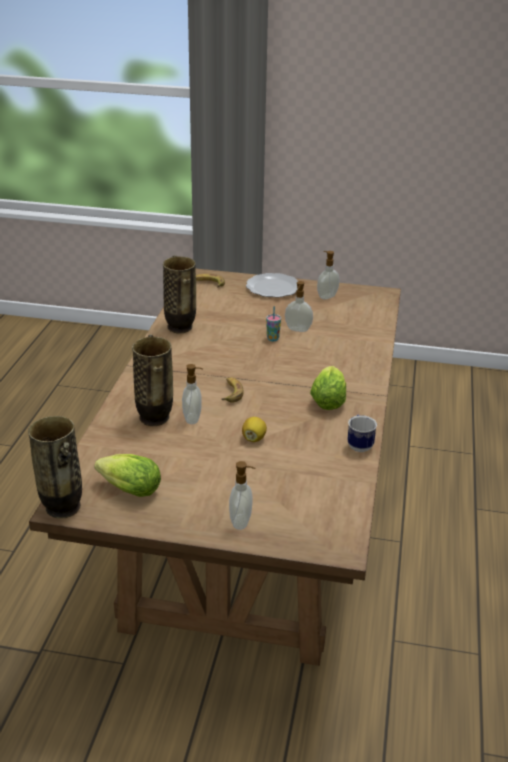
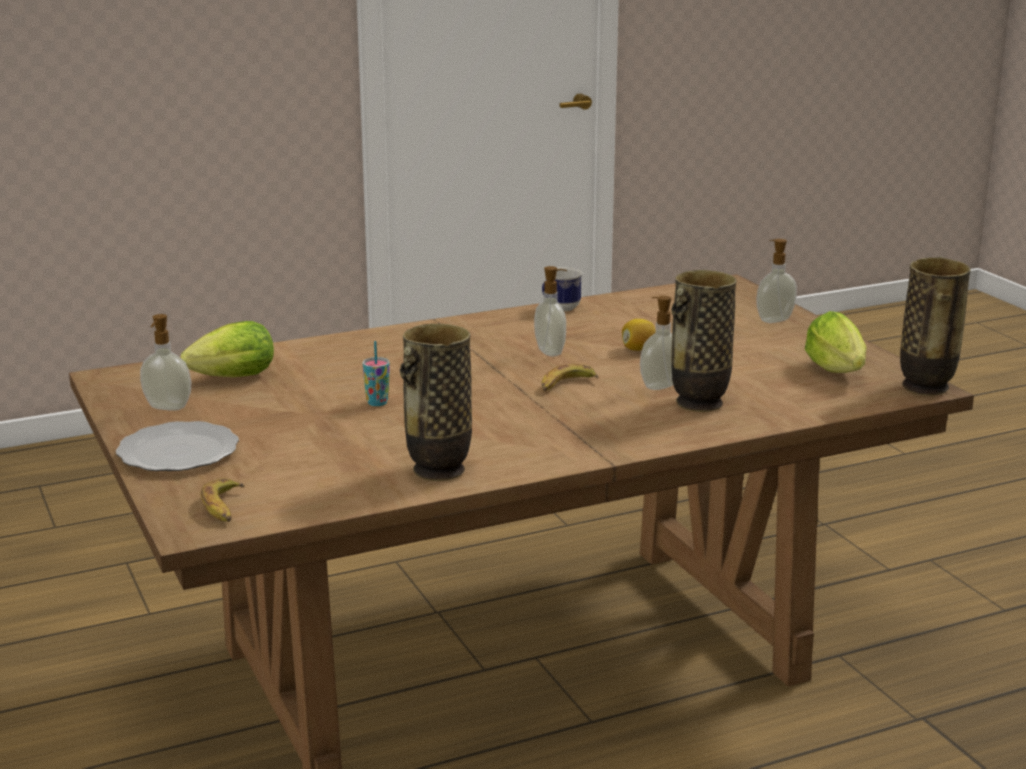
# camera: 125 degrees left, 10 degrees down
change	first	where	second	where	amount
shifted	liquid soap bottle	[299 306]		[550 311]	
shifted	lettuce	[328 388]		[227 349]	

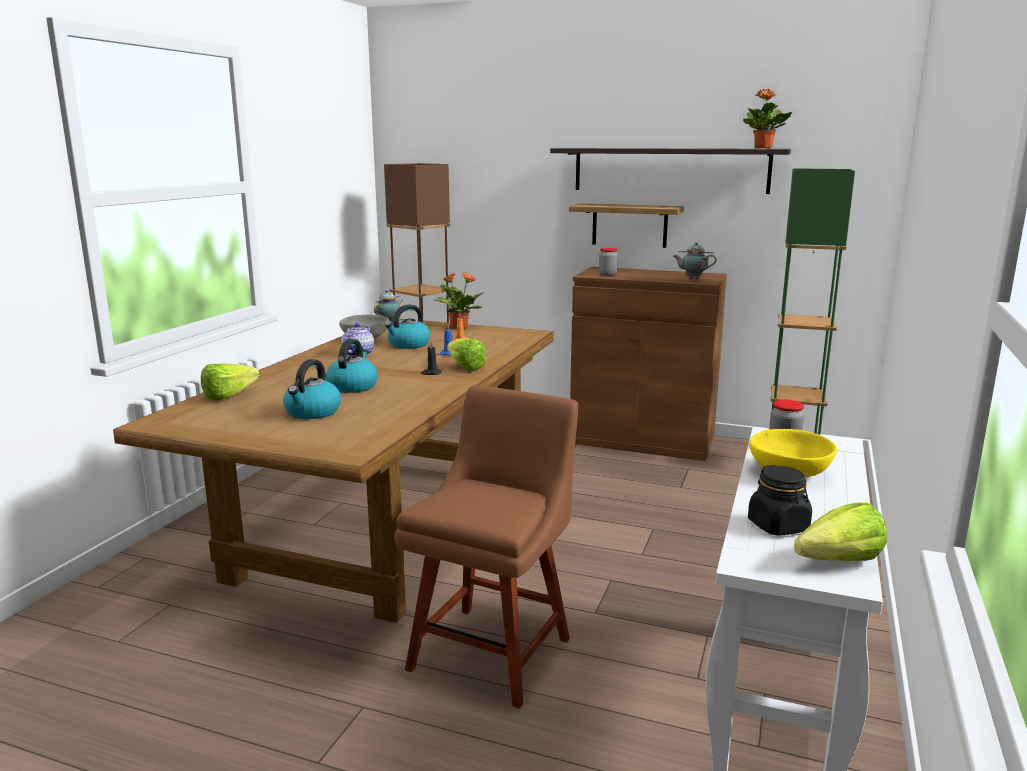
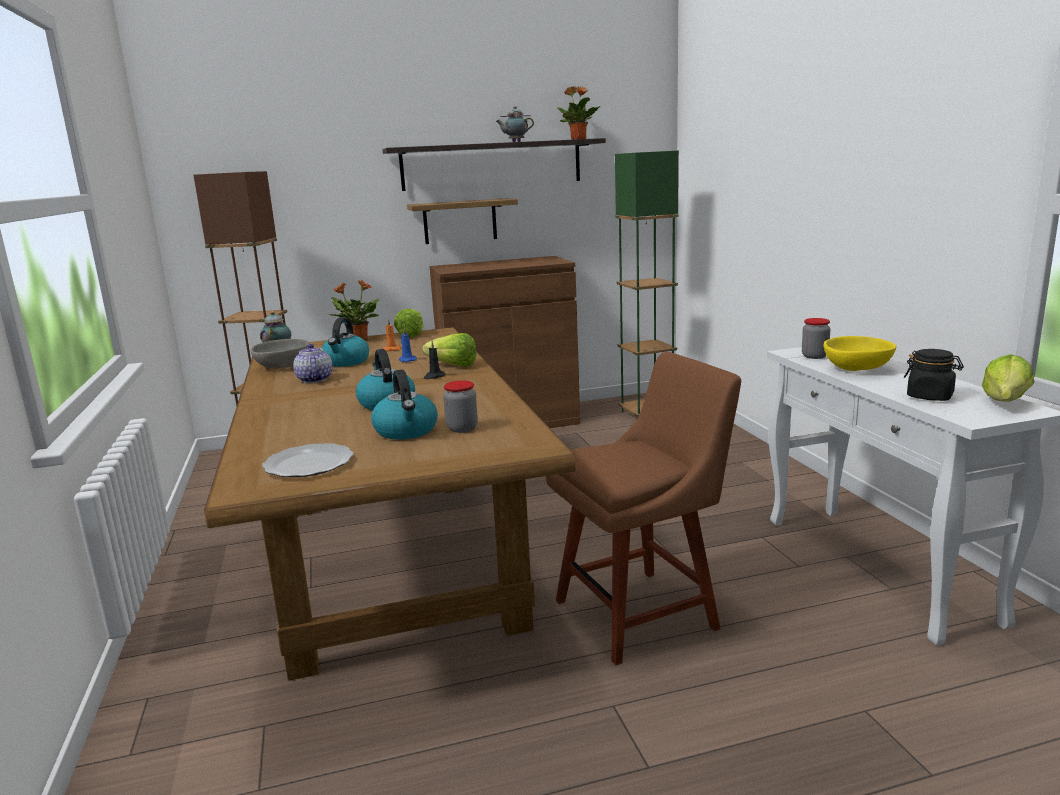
# camera: 35 degrees left, 0 degrees up
change	first	where	second	where	amount
shifted	teapot	[695 260]		[515 124]	
shifted	storage jar	[608 262]		[460 406]	
shifted	lettuce	[230 382]		[408 323]	
rotated	chair (brown)	[486 547]		[643 508]	75 degrees clockwise
new			plate	[307 460]	

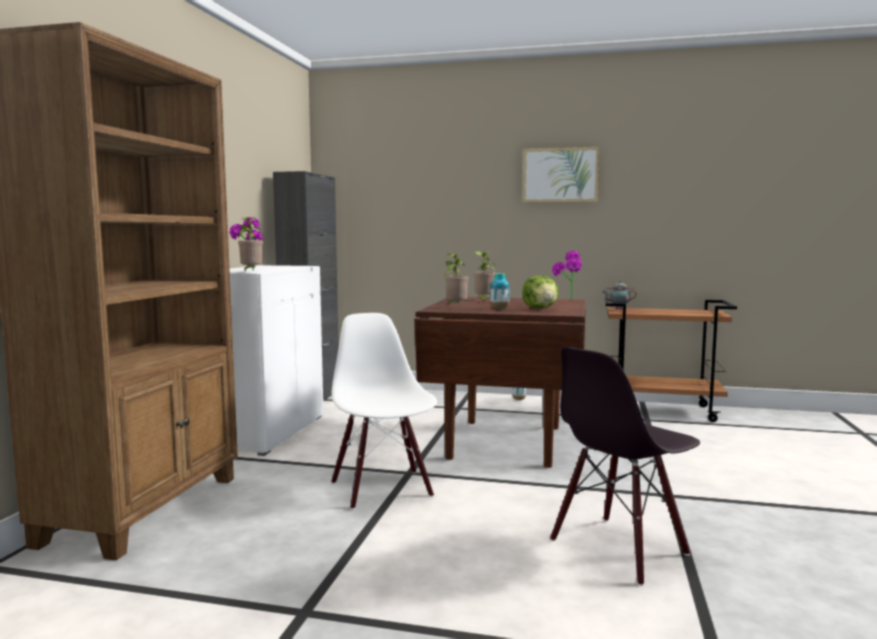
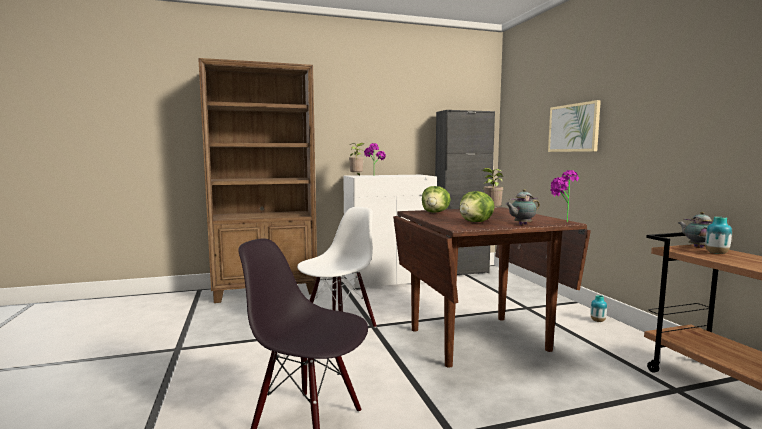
# camera: 60 degrees right, 0 degrees up
change	first	where	second	where	amount
shifted	wall picture	[561 175]		[574 126]	
swapped	plant in a pot	[456 279]	lettuce	[436 199]	
shifted	vase	[500 291]		[718 235]	
new			teapot	[523 207]	

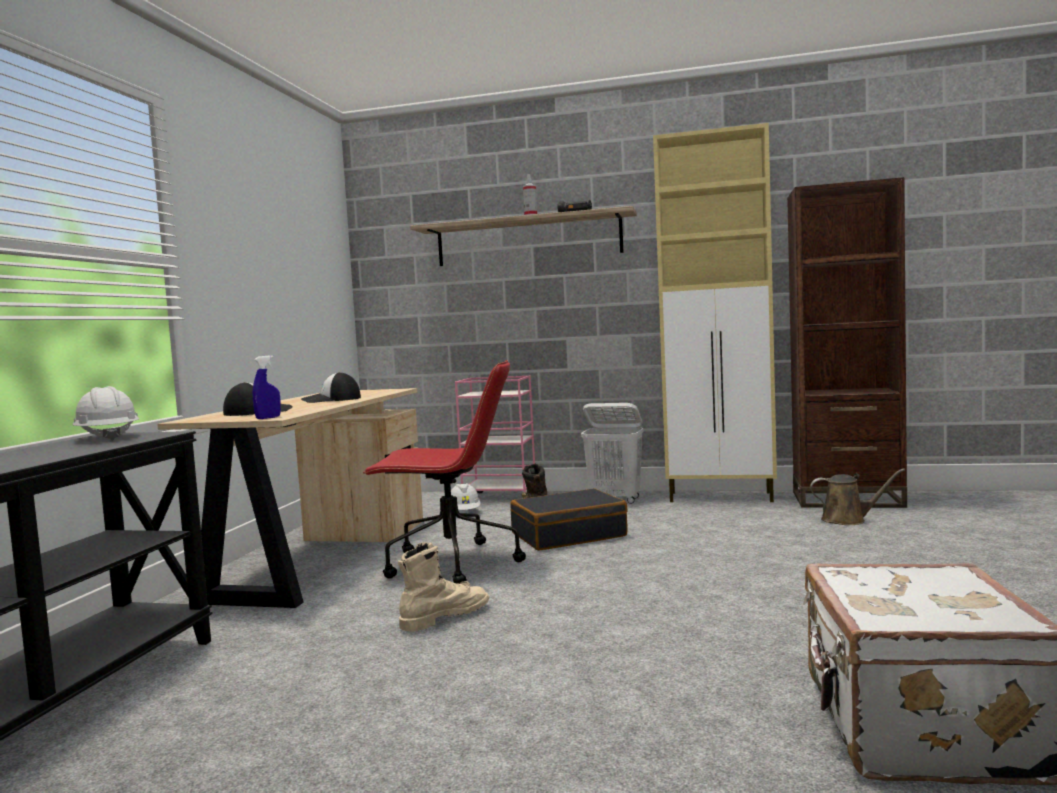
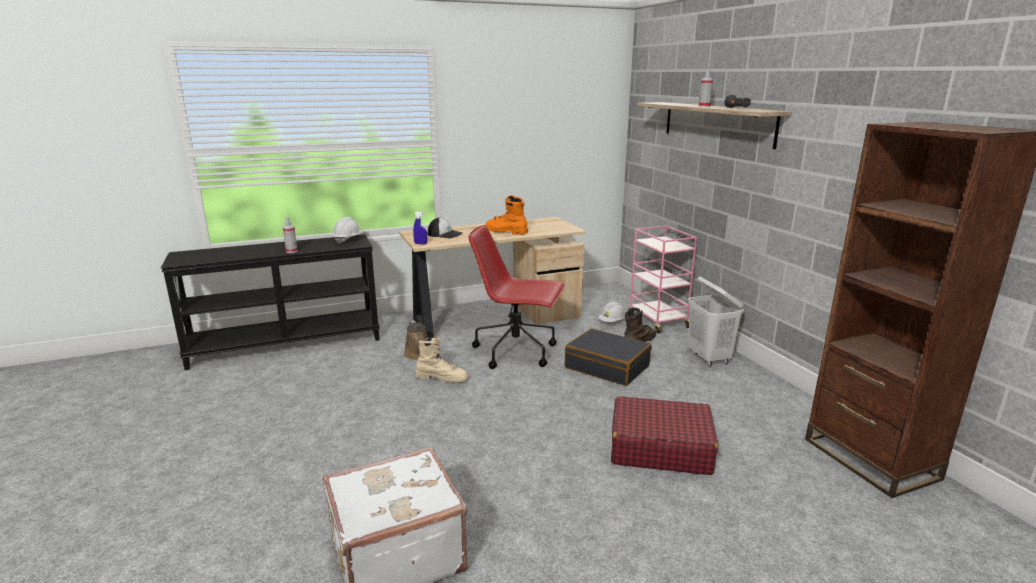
# camera: 55 degrees right, 15 degrees up
change	first	where	second	where	amount
gone	cupboard (beige-coloured)	[715 312]			
rotated	computer chair (reddish)	[444 472]		[517 297]	135 degrees clockwise
swapped	cap	[331 387]	tall boot (orangey)	[506 215]	
shifted	watering can (brown)	[857 496]		[416 339]	
new			spray bottle	[290 235]	
new			travel case (reddish)	[664 435]	

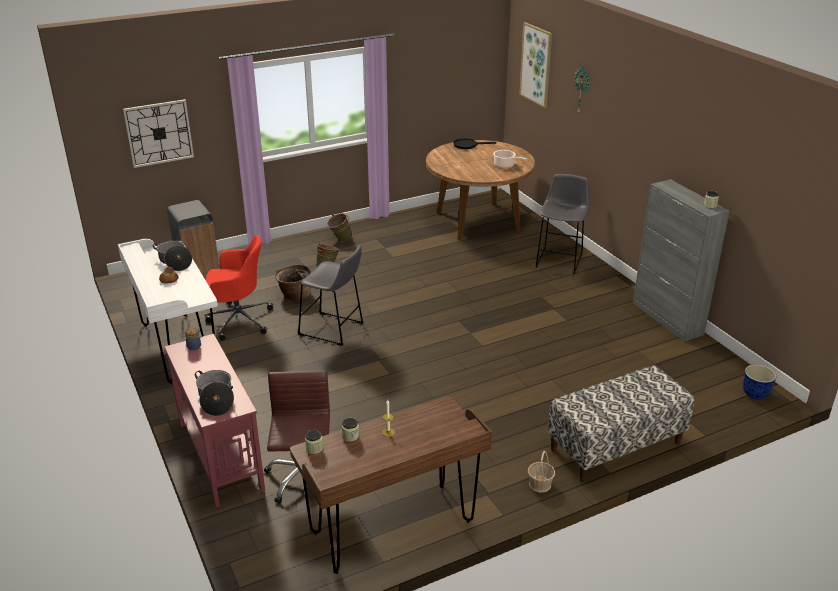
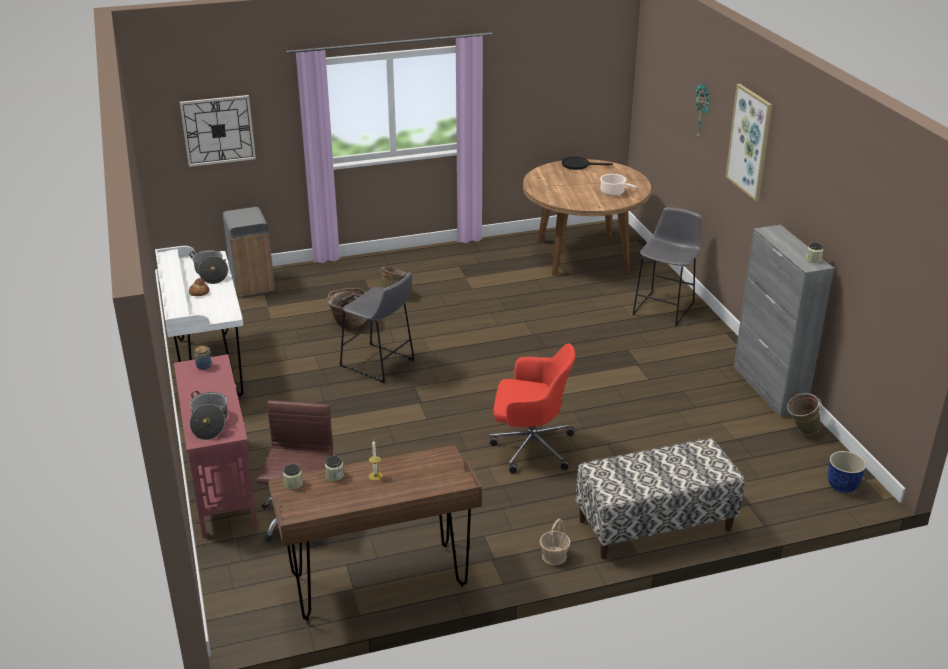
# camera: 10 degrees right, 0 degrees up
change	first	where	second	where	amount
shifted	wall picture	[535 65]		[749 142]	
shifted	water bucket (greenish)	[340 227]		[804 414]	
shifted	computer chair (reddish)	[239 288]		[533 409]	

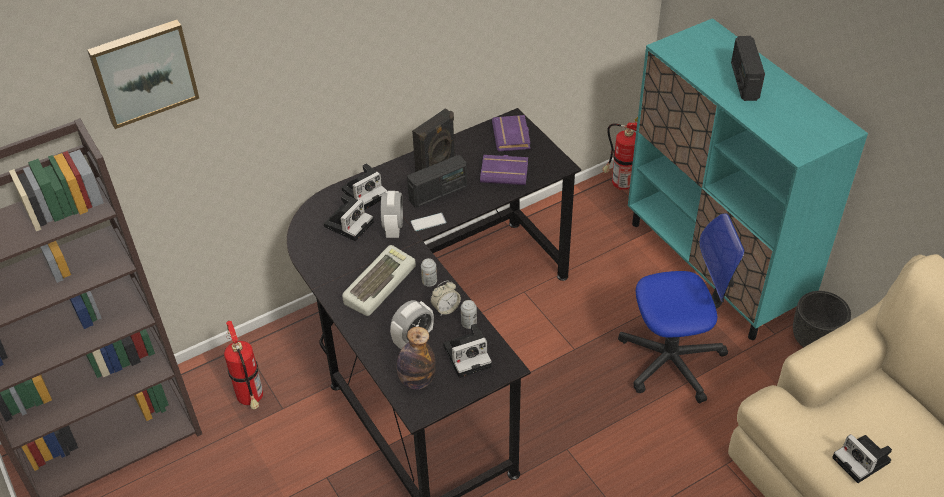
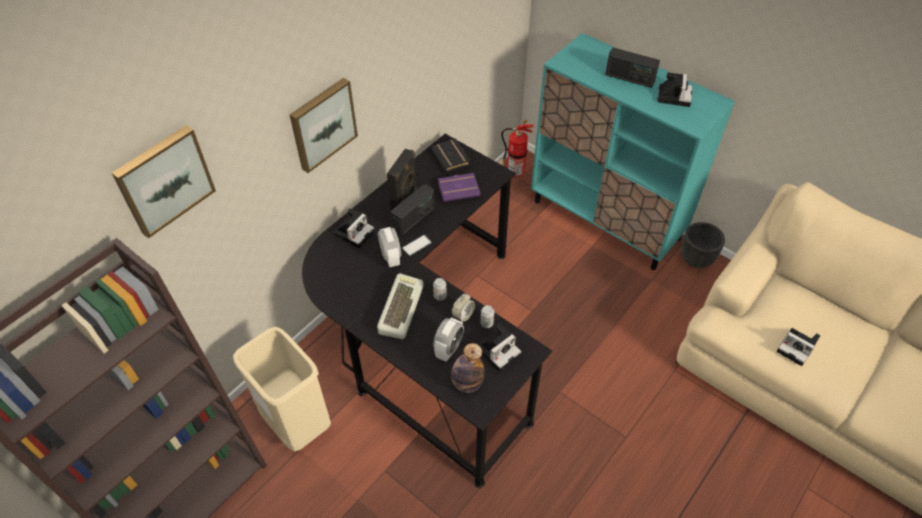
# camera: 20 degrees left, 5 degrees up
change	first	where	second	where	amount
rotated	radio	[748 68]		[632 68]	45 degrees counterclockwise
repainted	book (purplish)	[511 133]	book (blackish)	[450 155]	
shifted	still camera	[349 217]		[675 90]	
gone	computer chair	[681 308]			
swapped	fire-fighting cylinder	[243 365]	rubbish bin (beige-coloured)	[282 389]	
new			wall picture	[324 125]	

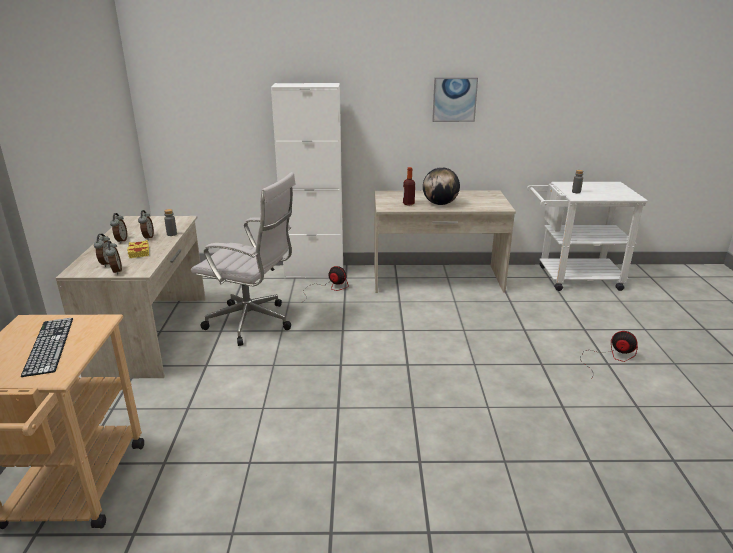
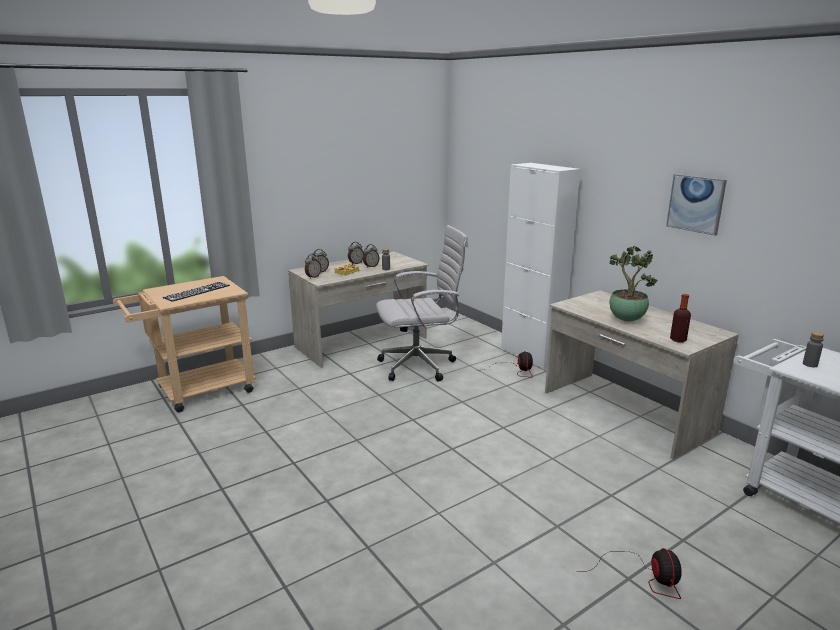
# camera: 55 degrees right, 5 degrees down
change	first	where	second	where	amount
shifted	bottle	[409 186]		[680 318]	
swapped	world globe	[441 186]	plant in a pot	[634 283]	
rotated	computer chair (white)	[243 259]		[422 303]	90 degrees counterclockwise

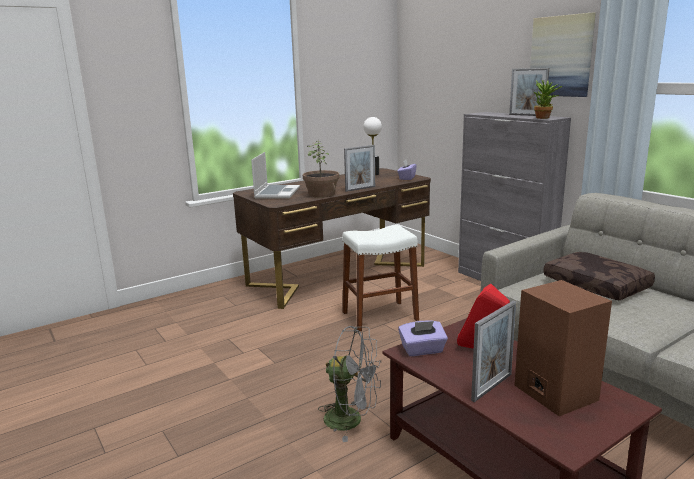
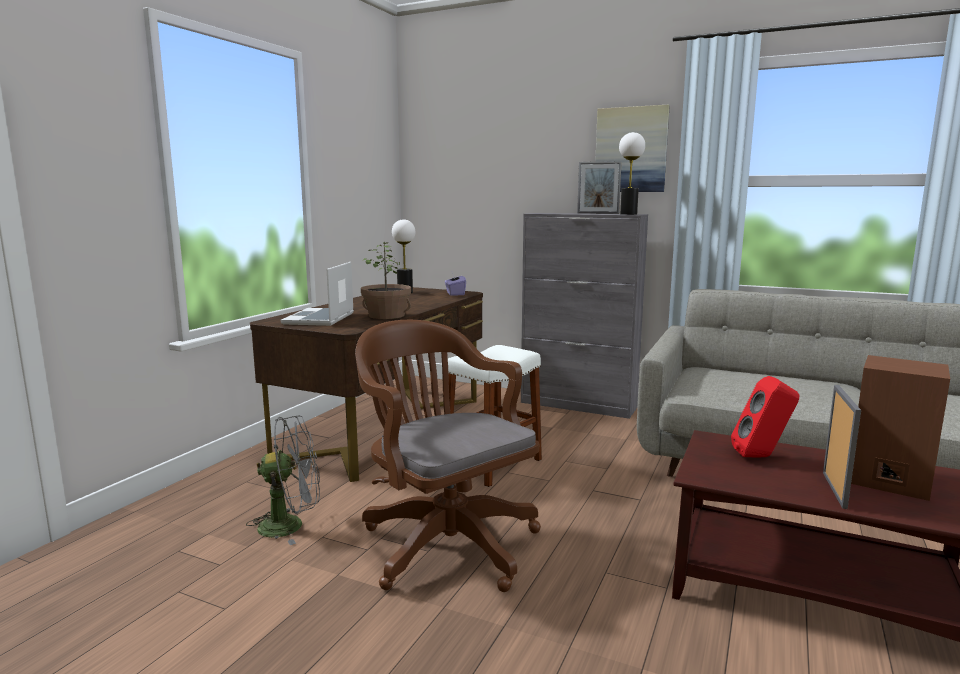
# camera: 30 degrees left, 5 degrees down
change	first	where	second	where	amount
swapped	plant in a pot	[548 99]	tabletop lamp	[632 173]	
gone	picture frame	[359 168]			
rotated	portable computer	[275 175]		[317 294]	150 degrees counterclockwise
gone	pillow (brown)	[599 276]			
gone	tissue holder (purplish)	[423 338]			
shifted	cooling fan (grey)	[349 384]		[283 480]	
new			computer chair (brown)	[448 456]	

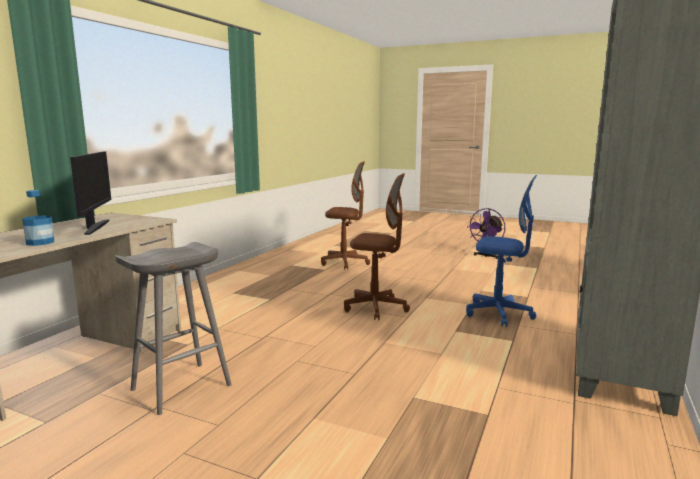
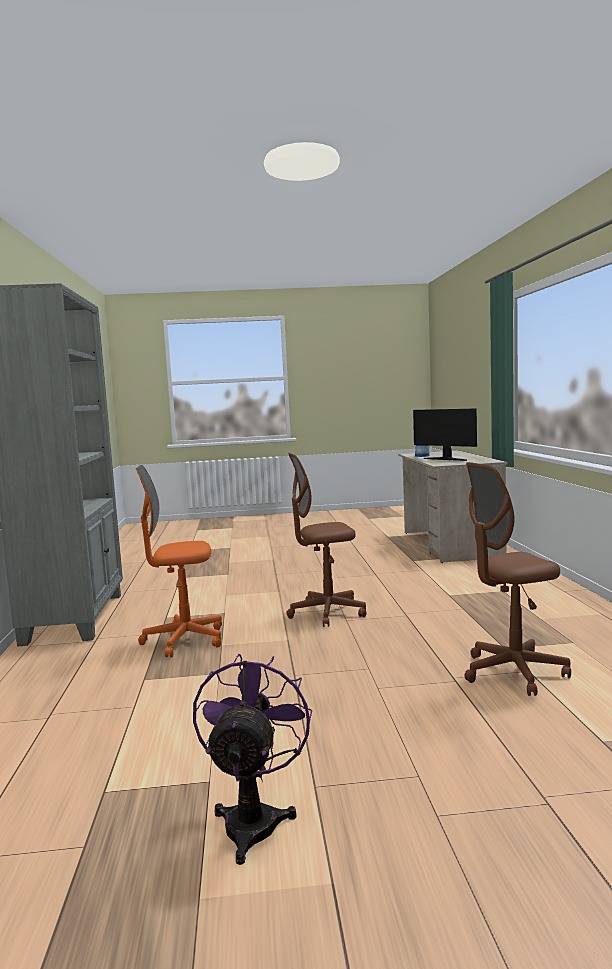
# camera: 150 degrees right, 5 degrees down
change	first	where	second	where	amount
repainted	computer chair (blue)	[501 251]	computer chair (orangey)	[178 561]	
gone	stool (grey)	[173 328]			

